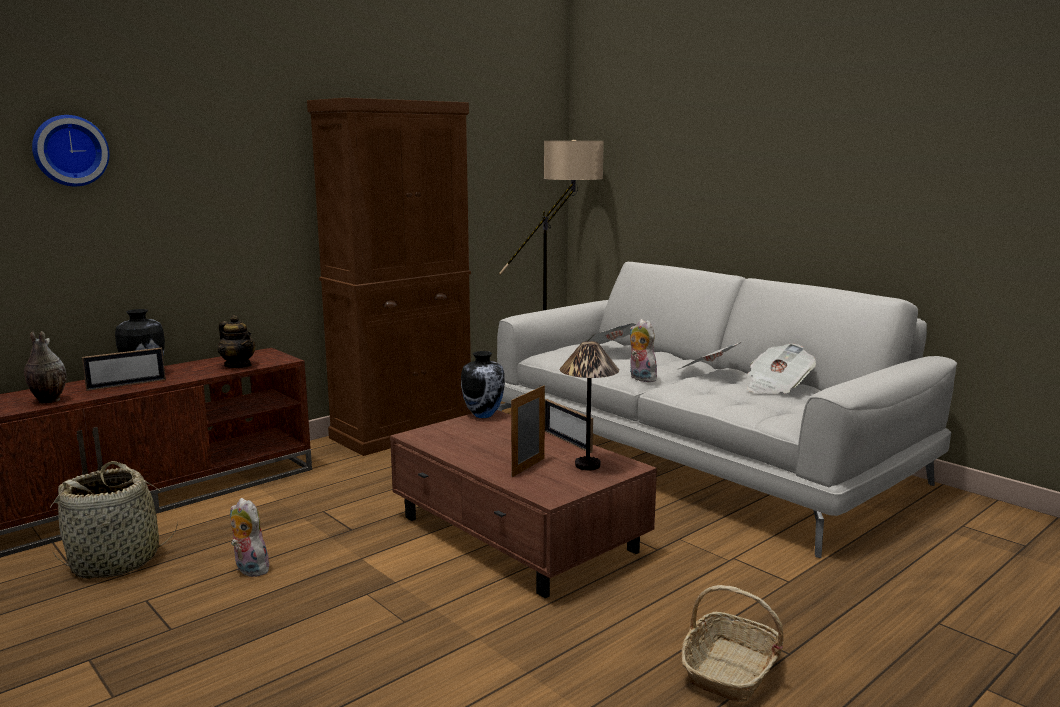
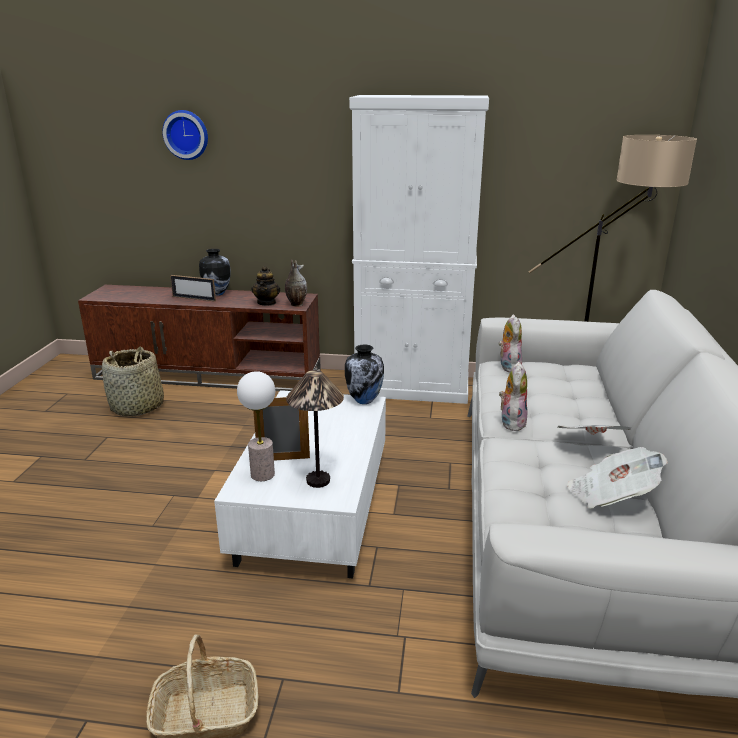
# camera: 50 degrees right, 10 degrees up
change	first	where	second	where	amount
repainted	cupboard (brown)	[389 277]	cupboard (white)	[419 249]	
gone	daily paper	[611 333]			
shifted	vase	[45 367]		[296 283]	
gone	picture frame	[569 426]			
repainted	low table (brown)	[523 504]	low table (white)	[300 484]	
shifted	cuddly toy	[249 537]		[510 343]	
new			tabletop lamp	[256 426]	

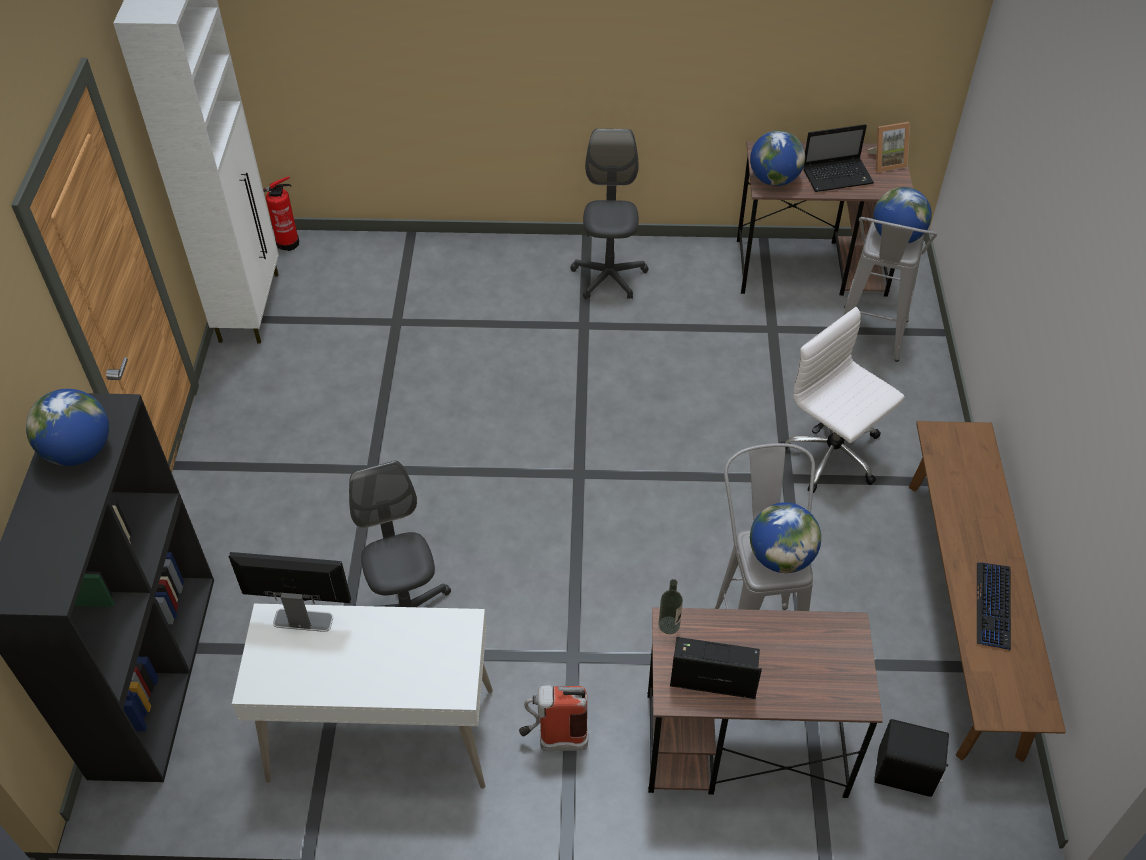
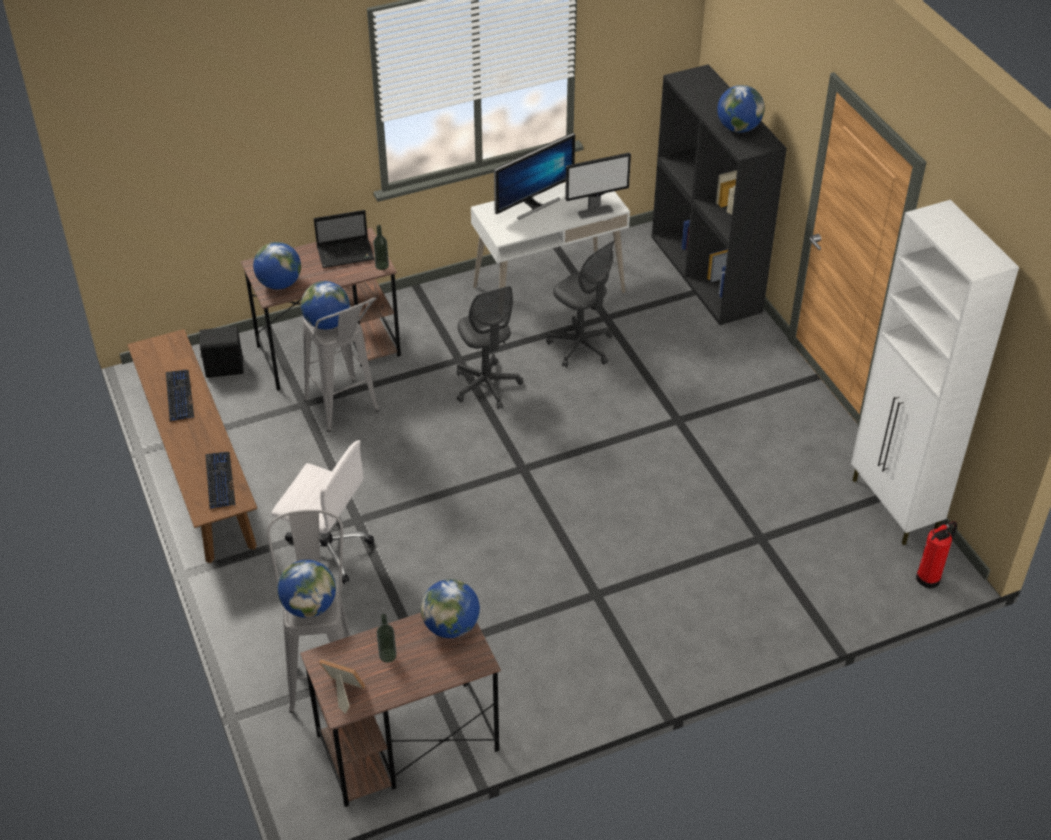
# camera: 155 degrees right, 5 degrees down
change	first	where	second	where	amount
rotated	picture frame	[889 147]		[342 686]	60 degrees clockwise
swapped	portable computer	[838 158]	bottle	[387 638]	
shifted	computer chair (grey)	[609 214]		[490 347]	
gone	fire-fighting cylinder	[553 718]			
new			computer display	[534 176]	
new			world globe	[277 266]	
new			computer keyboard	[220 481]	

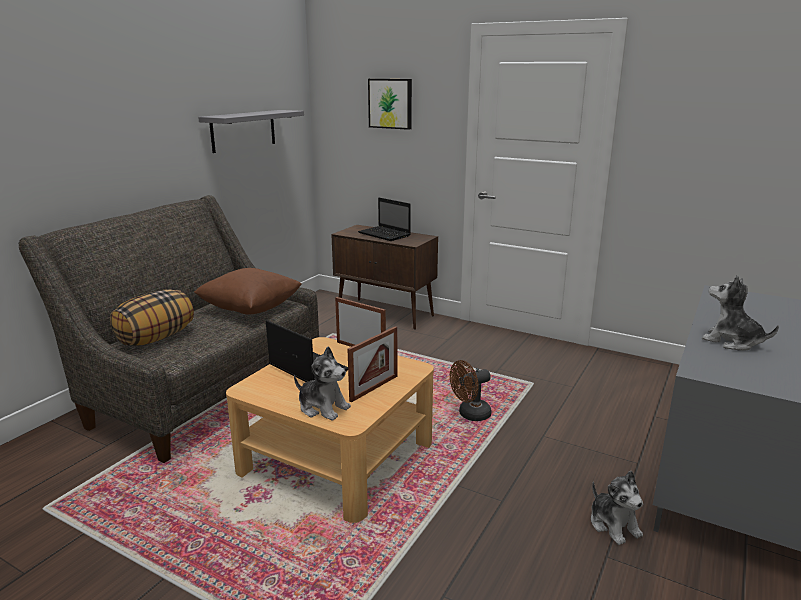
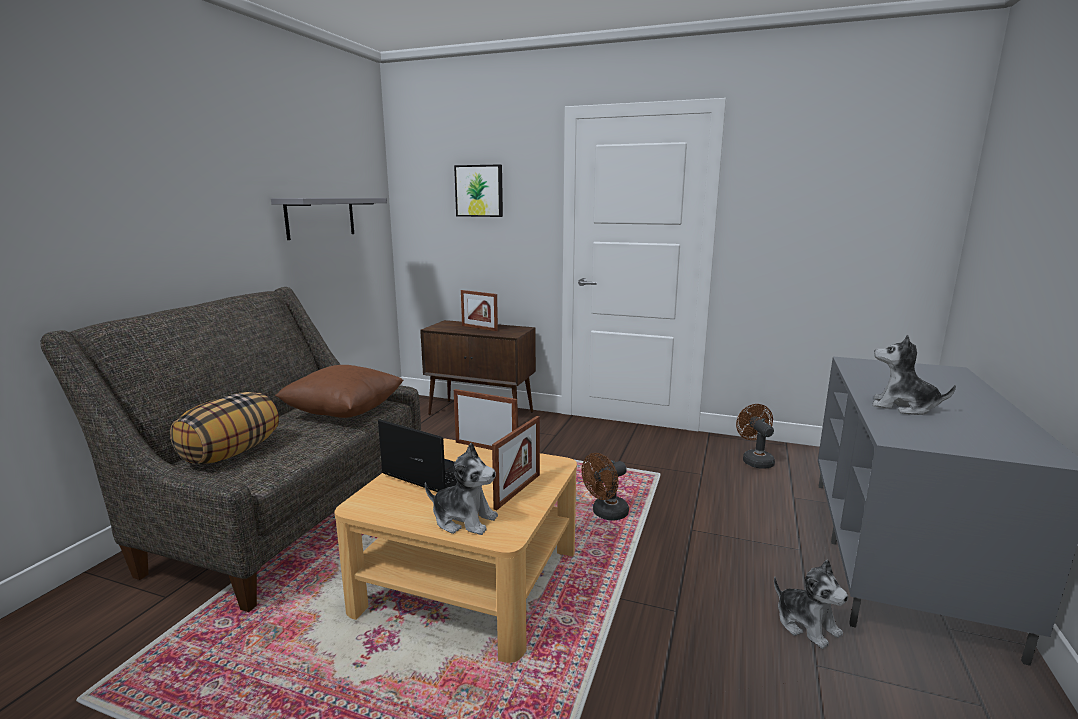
# camera: 10 degrees left, 5 degrees down
change	first	where	second	where	amount
swapped	portable computer	[384 219]	picture frame	[479 310]	
new			cooling fan (brown)	[755 436]	

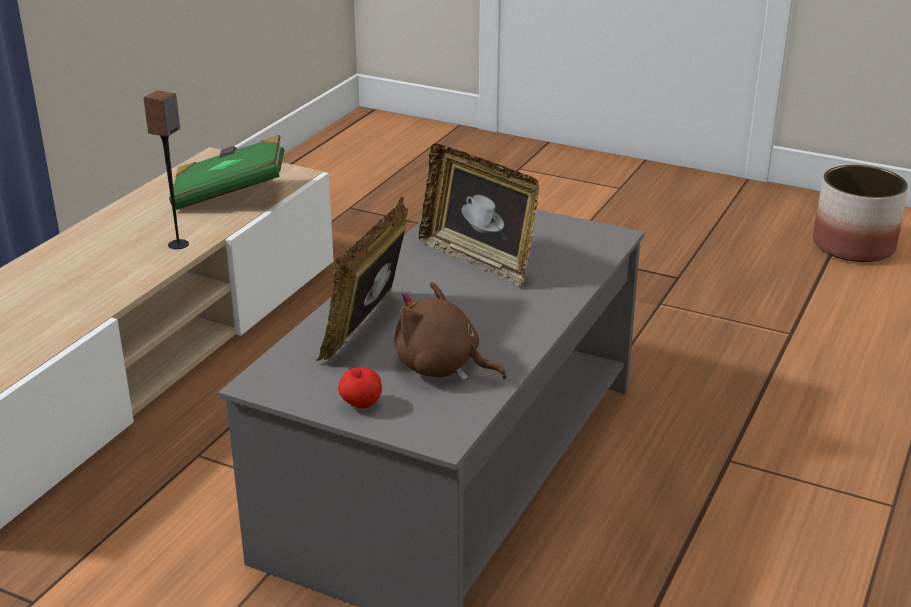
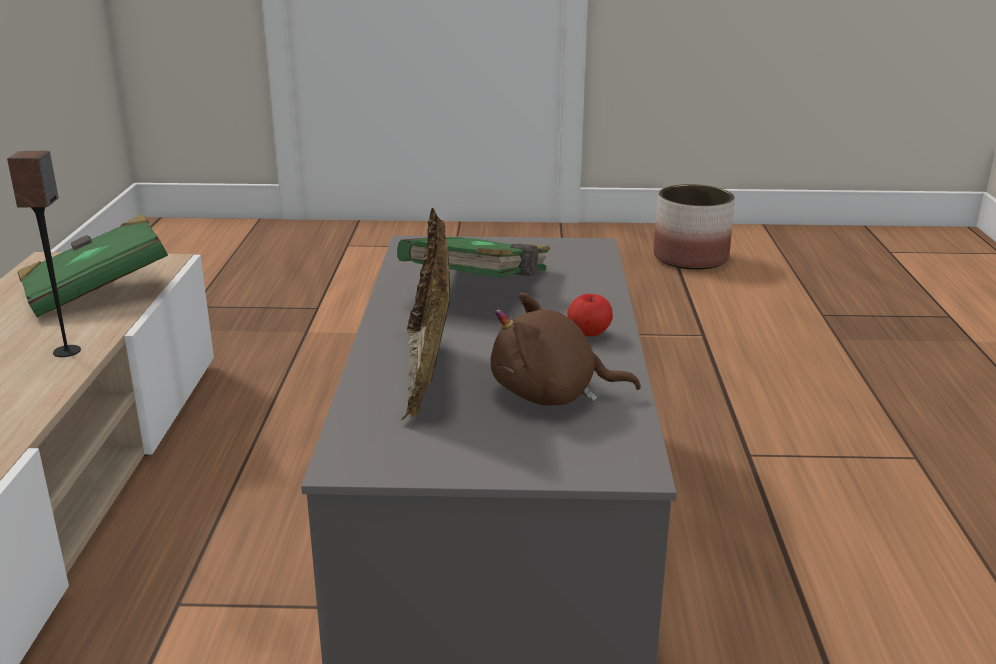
# camera: 25 degrees left, 5 degrees down
change	first	where	second	where	amount
swapped	picture frame	[479 215]	book (greenish)	[473 257]	
shifted	whole apple	[360 387]		[590 315]	

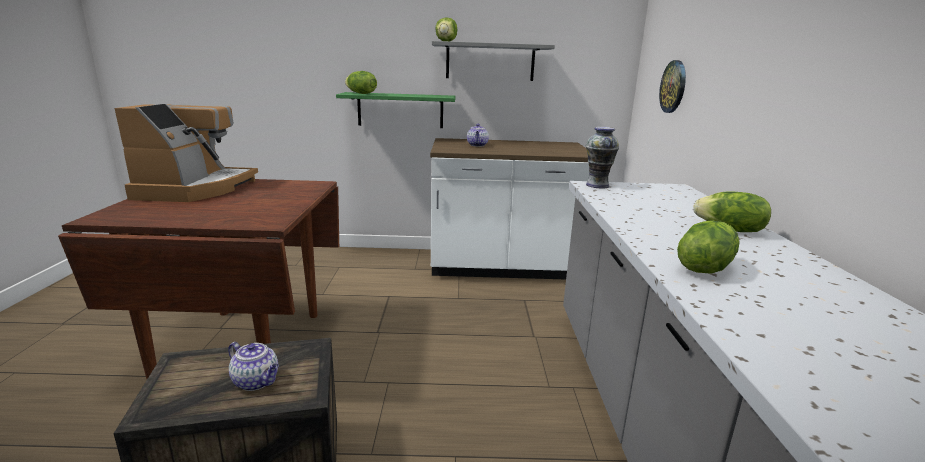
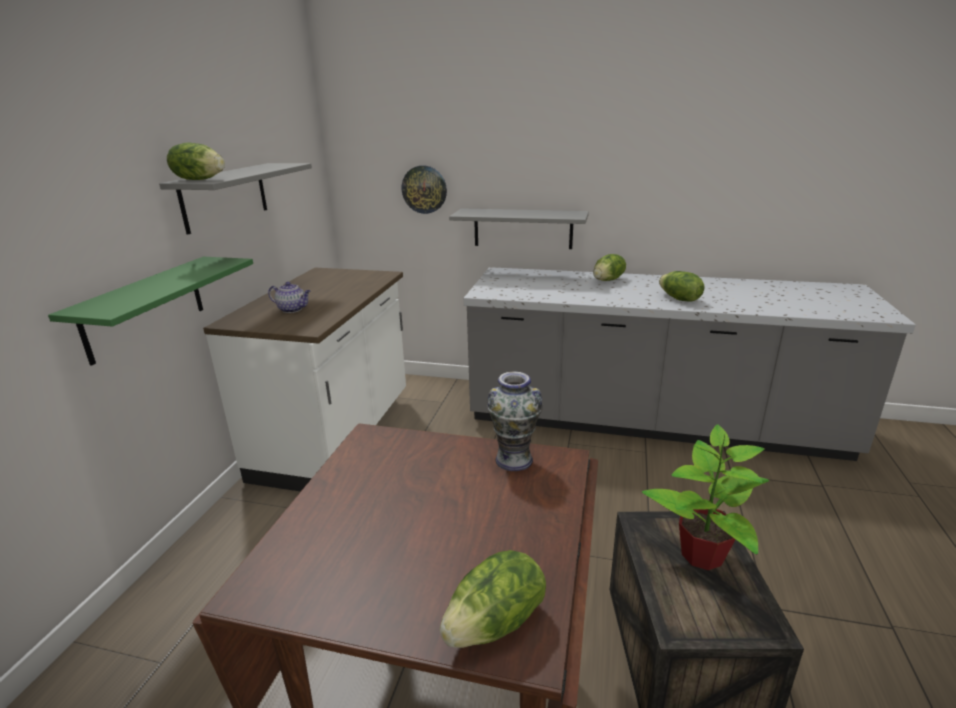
# camera: 75 degrees left, 5 degrees up
change	first	where	second	where	amount
shifted	lettuce	[361 82]		[493 599]	
gone	coffee maker	[186 153]			
shifted	vase	[602 158]		[515 421]	
swapped	teapot	[253 366]	plant in a pot	[706 497]	
new			shelf (grey)	[519 228]	

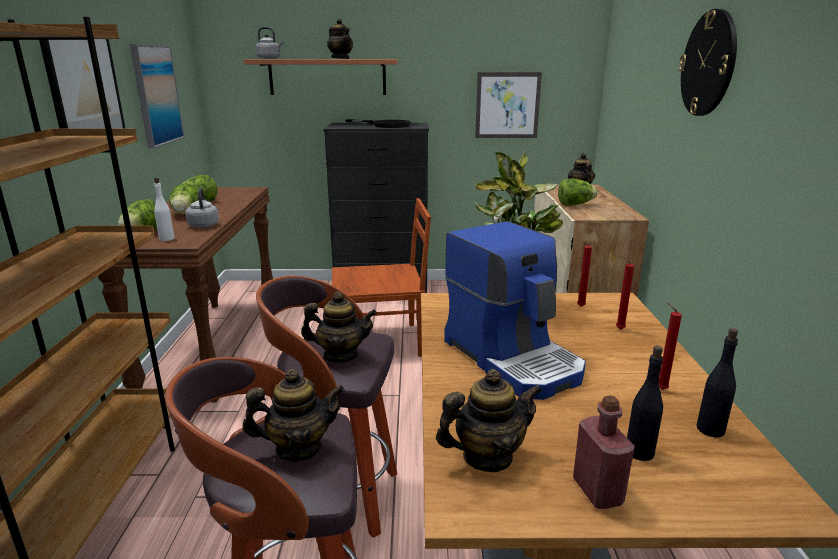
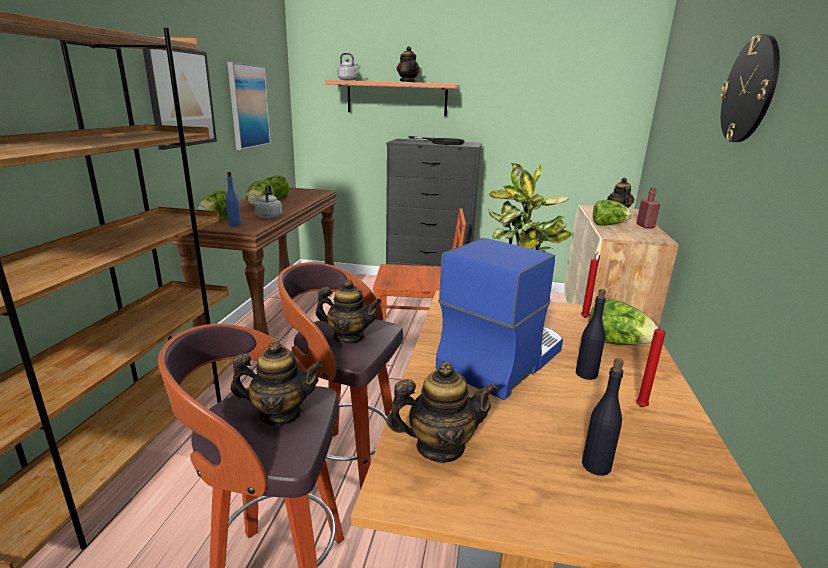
# camera: 10 degrees right, 0 degrees up
change	first	where	second	where	amount
gone	wall picture	[508 105]			
repainted	bottle (white)	[164 209]	bottle (blue)	[233 199]	
rotated	coffee maker	[515 310]		[499 319]	120 degrees counterclockwise
swapped	wax candle (reddish)	[625 293]	lettuce	[623 321]	
shifted	bottle (blackish)	[717 382]		[591 334]	
shifted	bottle (reddish)	[604 452]		[648 207]	

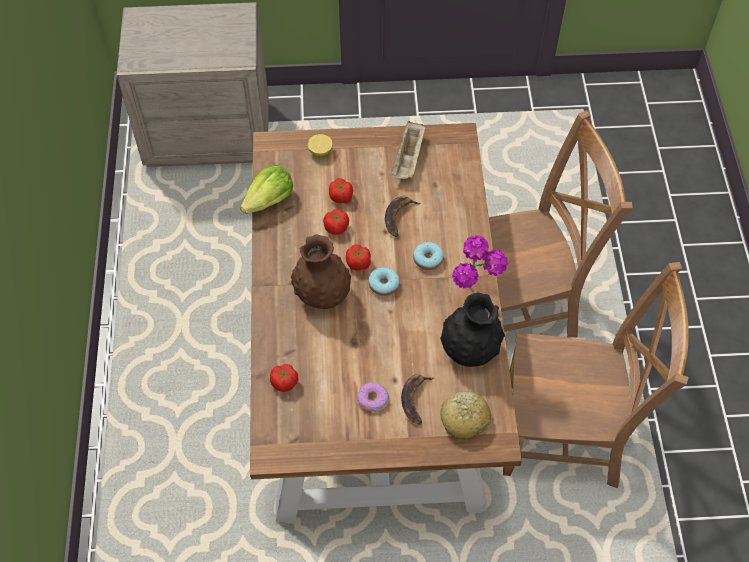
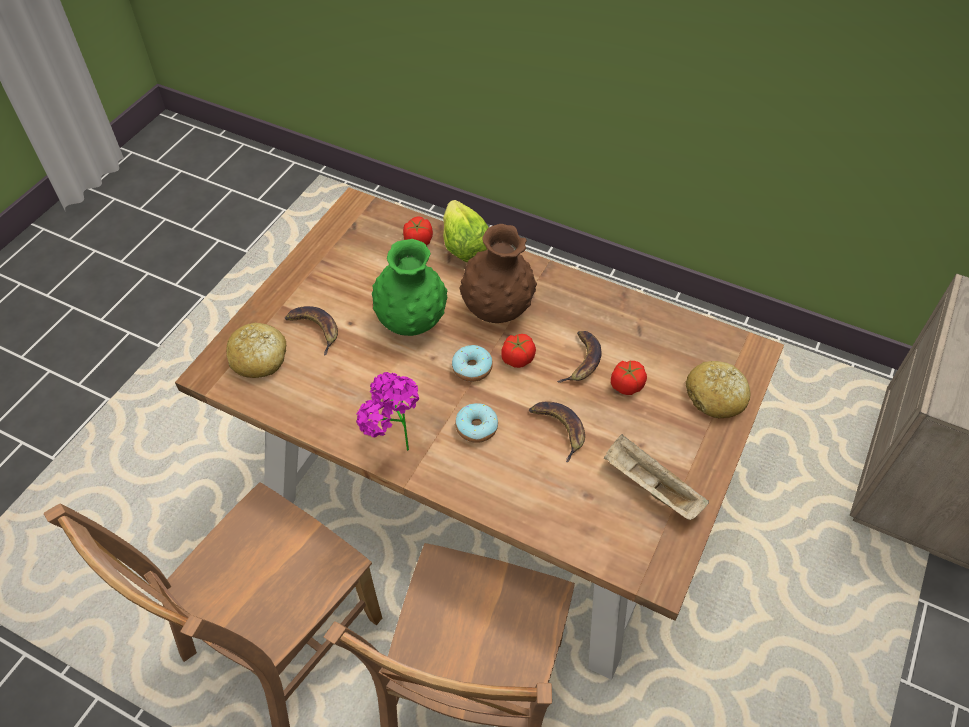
# camera: 120 degrees right, 5 degrees down
change	first	where	second	where	amount
swapped	citrus fruit	[320 145]	bakery bread	[718 389]	
shifted	lettuce	[266 189]		[466 231]	
swapped	tomato	[336 222]	banana	[579 357]	
gone	vase (blackish)	[472 330]			
gone	ring doughnut	[373 396]			
new			vase (greenish)	[409 287]	

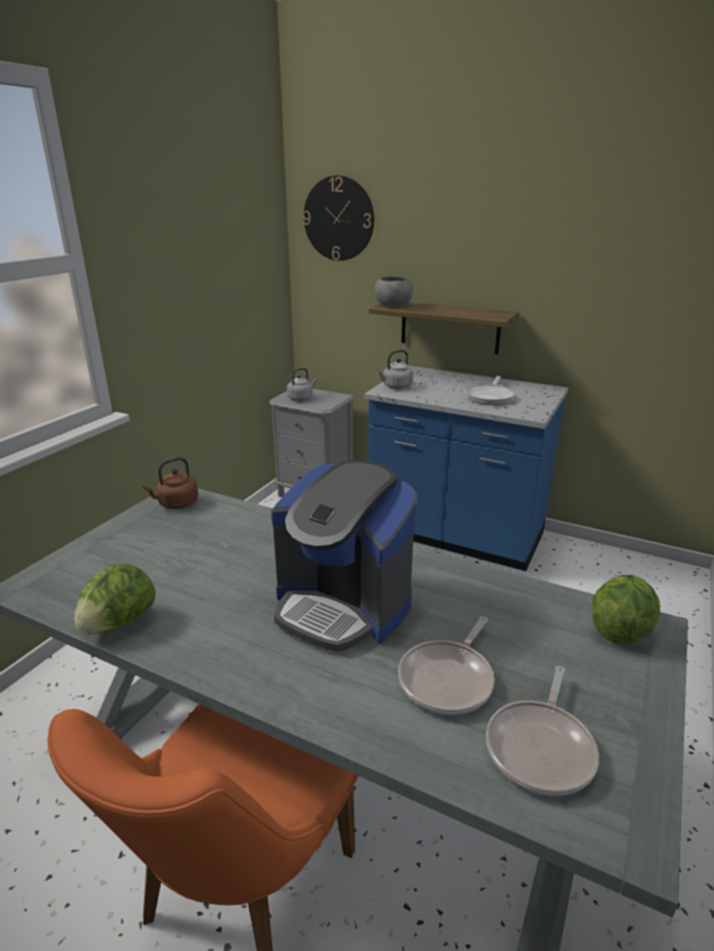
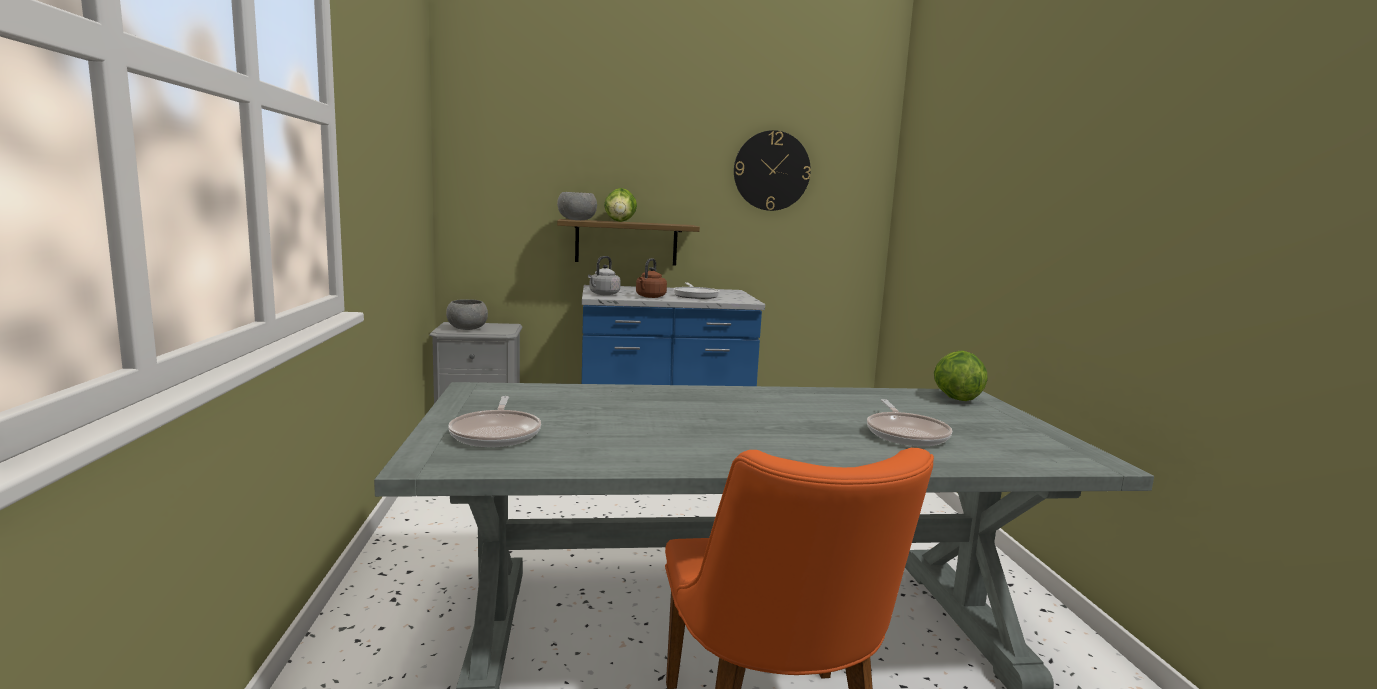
# camera: 35 degrees left, 15 degrees down
change	first	where	second	where	amount
shifted	wall clock	[338 218]		[772 170]	
swapped	tea kettle (grey)	[302 384]	serving bowl (grey)	[467 314]	
shifted	tea kettle (brown)	[170 483]		[651 278]	
gone	coffee maker	[344 556]			
shifted	lettuce	[114 599]		[620 205]	
shifted	pan	[542 731]		[494 421]	

